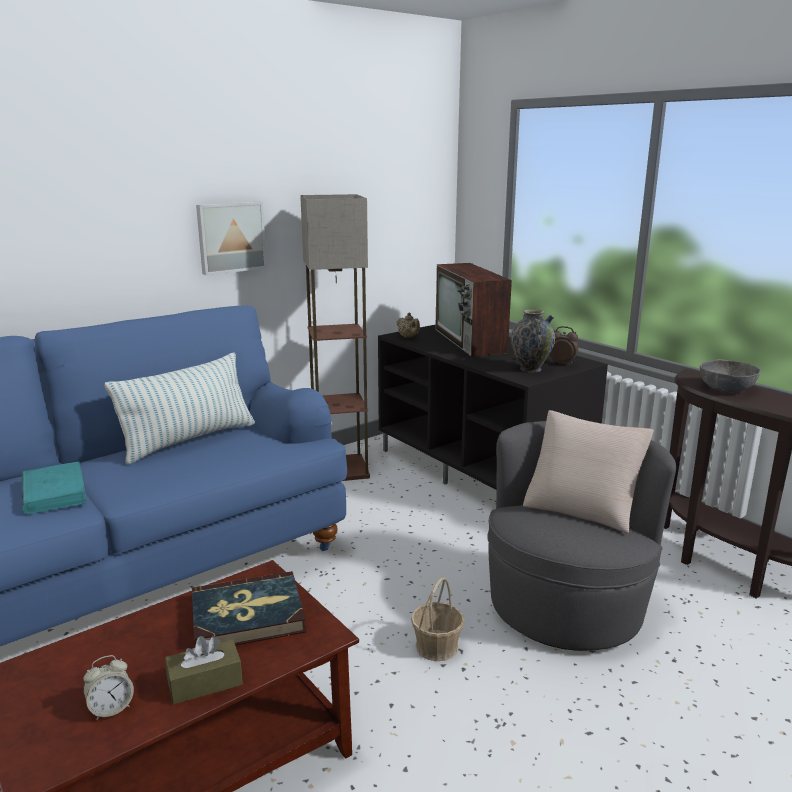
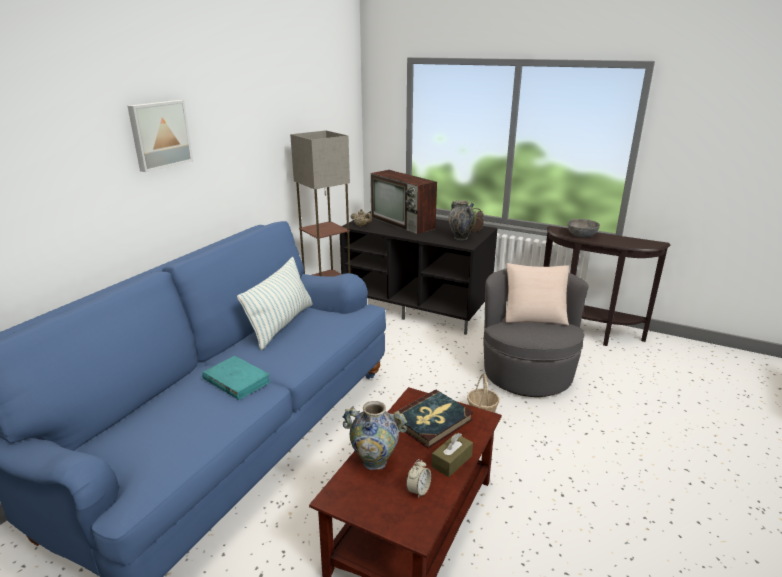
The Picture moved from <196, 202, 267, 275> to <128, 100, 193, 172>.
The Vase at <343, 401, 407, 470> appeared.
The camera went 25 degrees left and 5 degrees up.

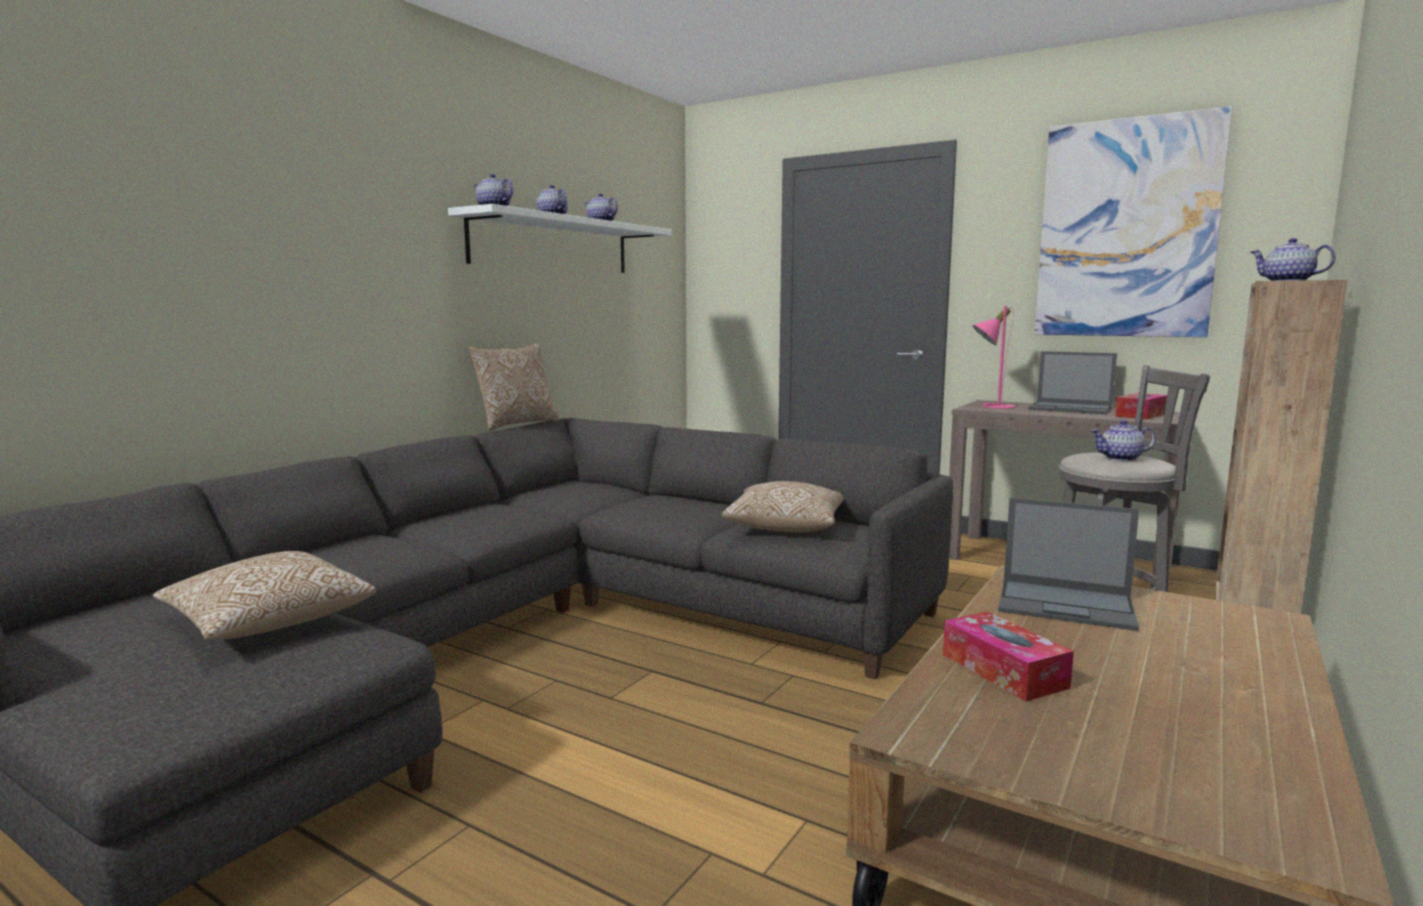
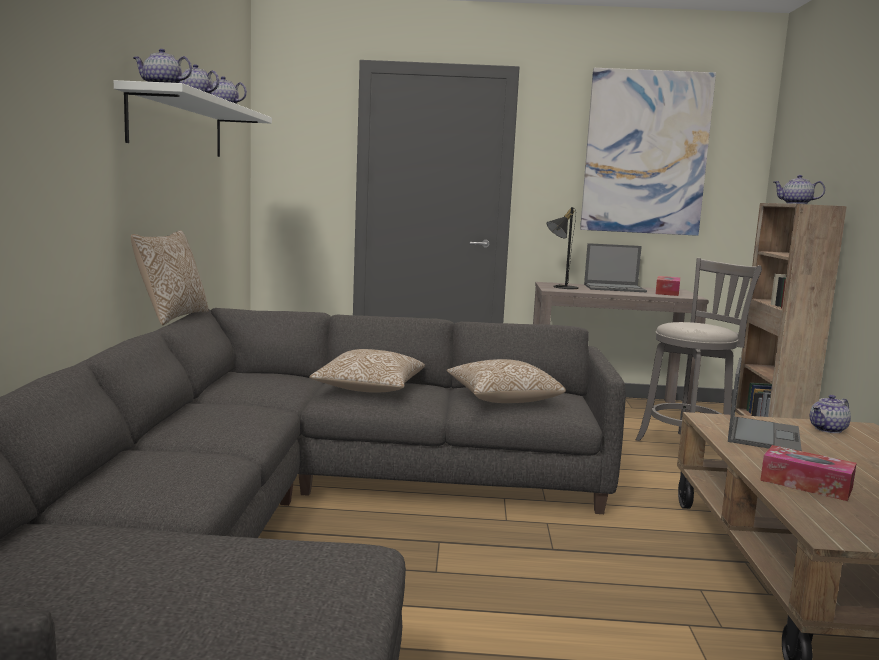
The PinkTableLamp at <973, 306, 1016, 409> became the BlackTableLamp at <547, 207, 579, 289>.
The Teapot moved from <1091, 420, 1156, 461> to <810, 395, 851, 433>.
The Laptop at <998, 498, 1139, 631> turned 60 degrees counterclockwise.
The Pillow moved from <153, 551, 376, 639> to <309, 349, 425, 393>.
The camera went 30 degrees left and 0 degrees up.

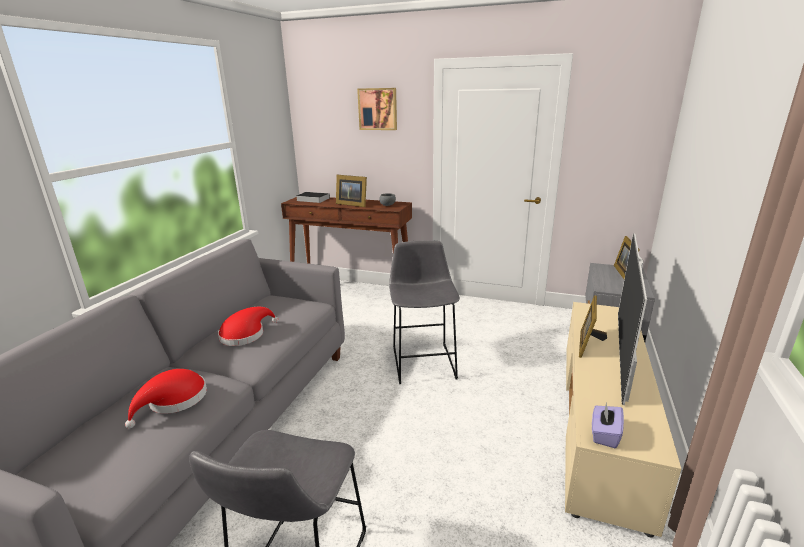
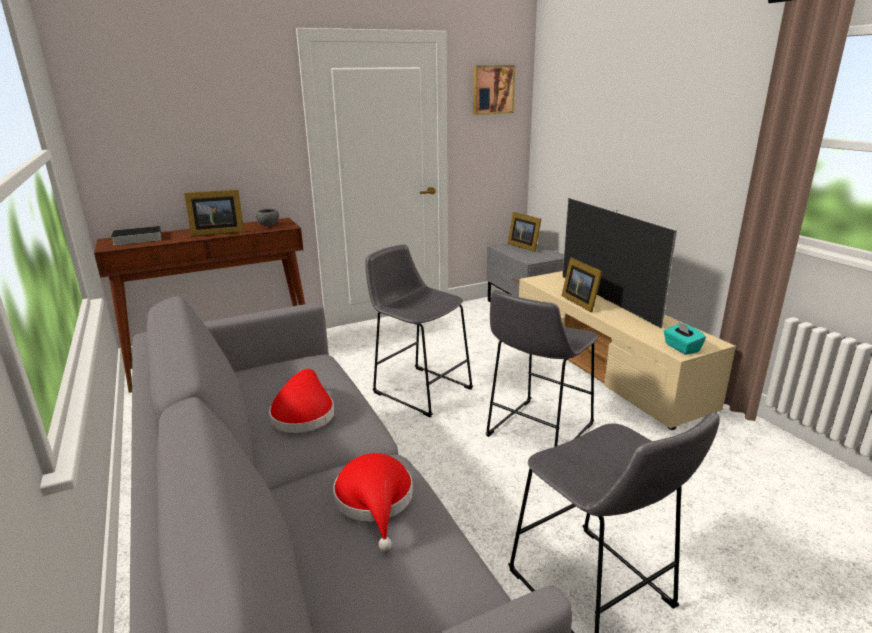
The Picture moved from <357, 88, 397, 130> to <473, 65, 515, 115>.
The PurpleTissueBox at <592, 403, 624, 448> became the TurquoiseTissueBox at <663, 321, 706, 355>.
The GreyStool at <486, 290, 599, 447> appeared.
The camera went 45 degrees left and 0 degrees up.

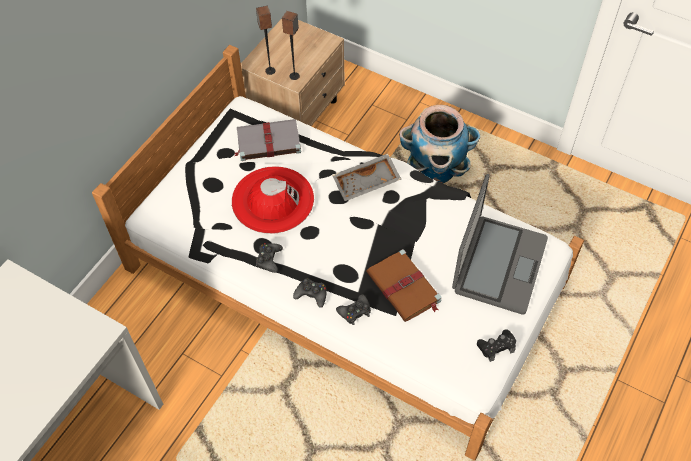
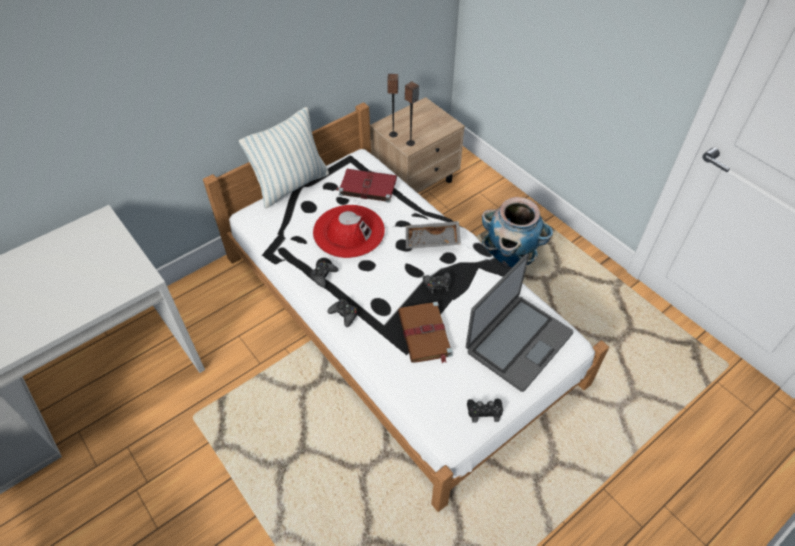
The GreyBook at <235, 119, 301, 161> became the RedBook at <337, 169, 397, 203>.
The BlackGameController moved from <336, 294, 371, 325> to <423, 273, 451, 293>.
The Pillow at <239, 107, 329, 209> appeared.
The camera went 20 degrees right and 5 degrees down.

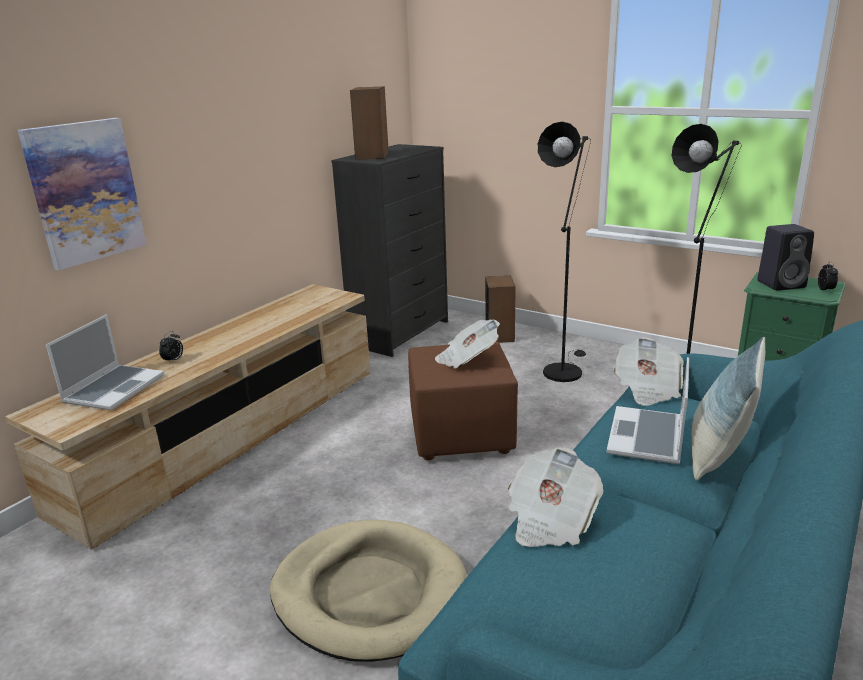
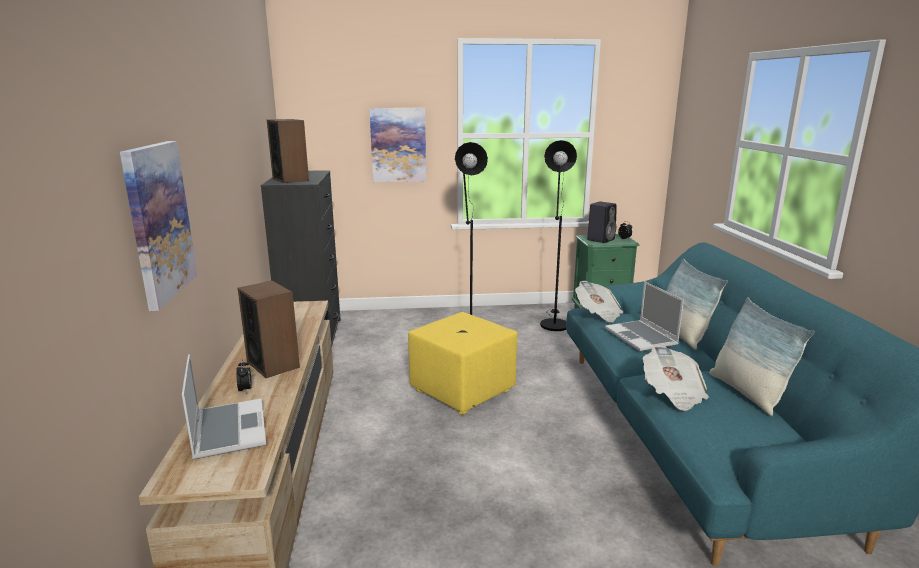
The Speaker moved from <485, 276, 516, 343> to <238, 281, 300, 378>.
The Newspaper at <435, 320, 500, 369> disappeared.
The BrownOttoman at <408, 341, 518, 460> became the YellowOttoman at <408, 312, 518, 415>.
The BeigeDogBed at <270, 520, 467, 662> disappeared.
The Picture at <369, 108, 426, 182> appeared.
The Pillow at <709, 297, 815, 416> appeared.
The camera went 40 degrees left and 5 degrees down.

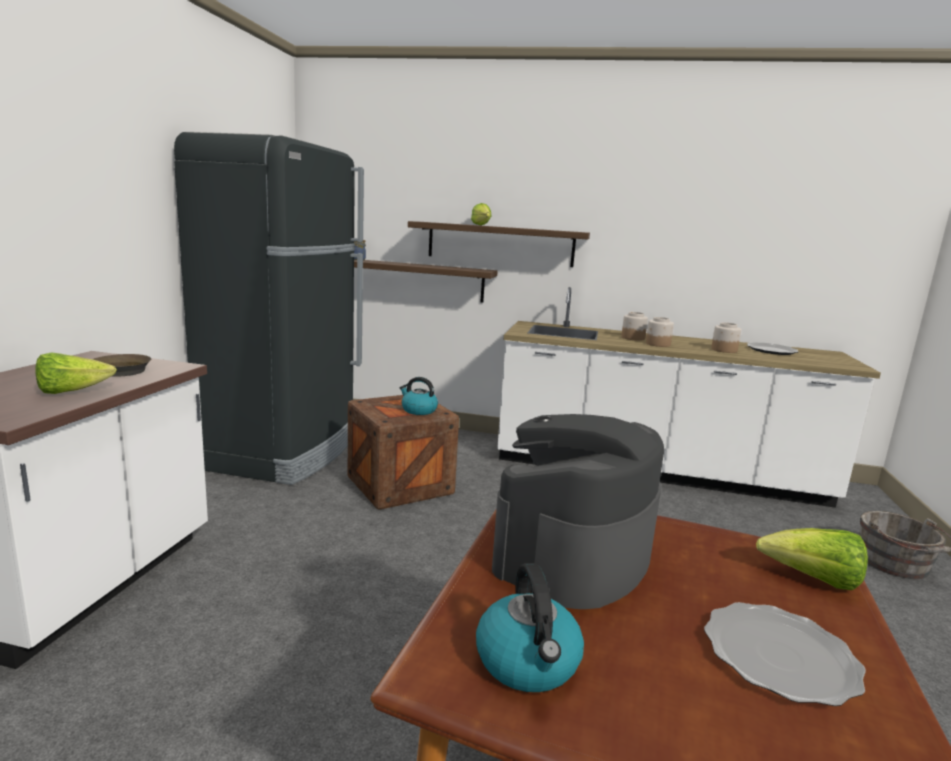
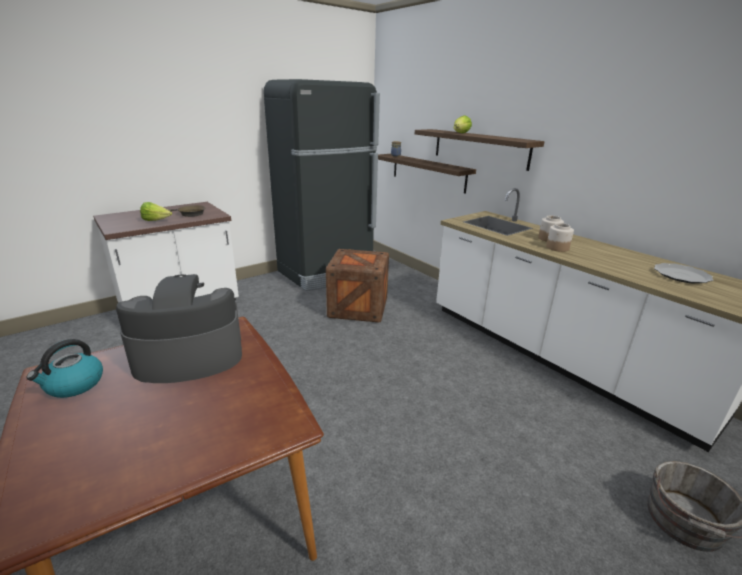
The Jar at <711, 322, 741, 353> disappeared.
The Kettle at <399, 377, 438, 415> disappeared.
The Lettuce at <756, 528, 868, 590> disappeared.
The Plate at <704, 602, 866, 706> disappeared.
The camera went 40 degrees right and 10 degrees up.

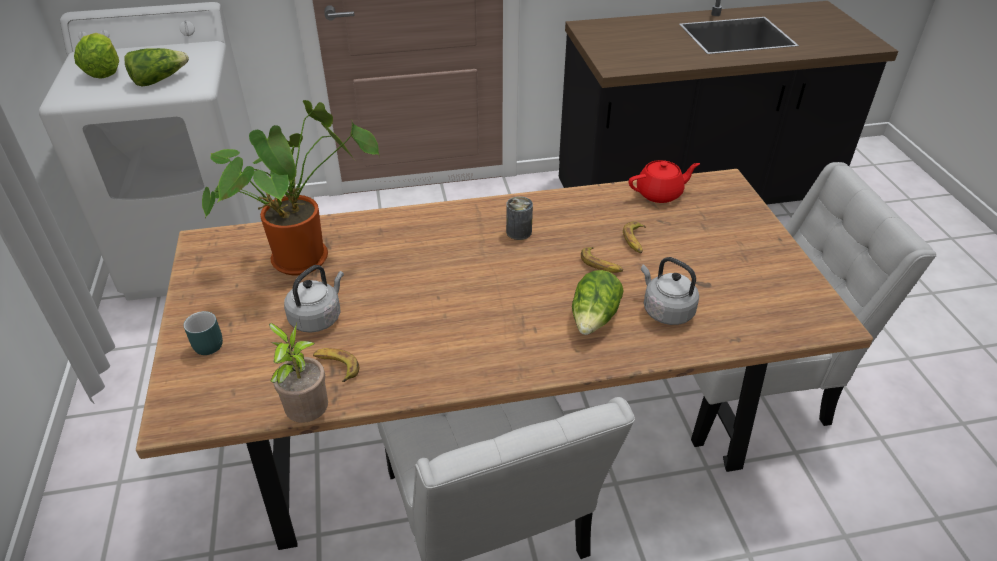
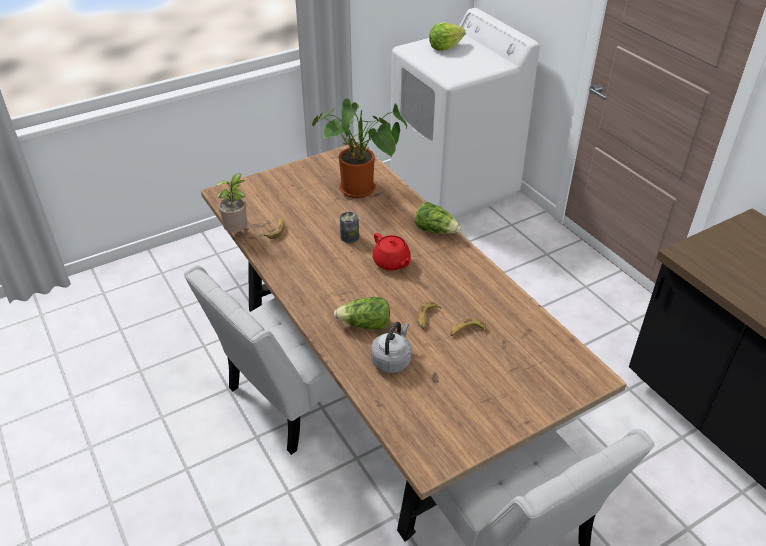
The Lettuce moved from <124, 48, 189, 87> to <415, 202, 461, 234>.
The RedTeapot moved from <629, 160, 700, 203> to <373, 233, 412, 271>.
The Can moved from <506, 196, 533, 240> to <340, 212, 359, 243>.
The GreyKettle at <284, 265, 344, 333> disappeared.
The TurquoiseMug at <184, 311, 223, 355> disappeared.
The camera went 70 degrees right and 0 degrees up.

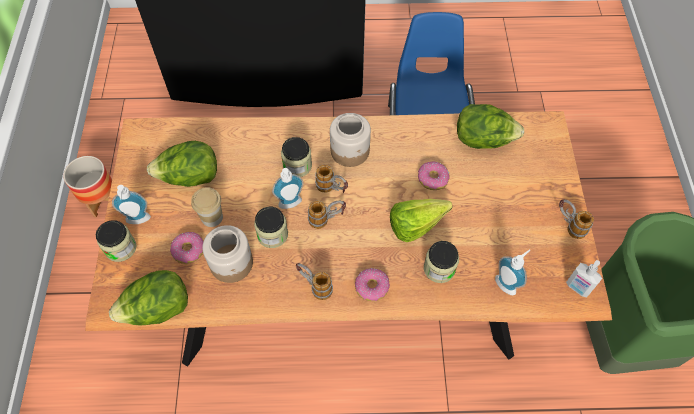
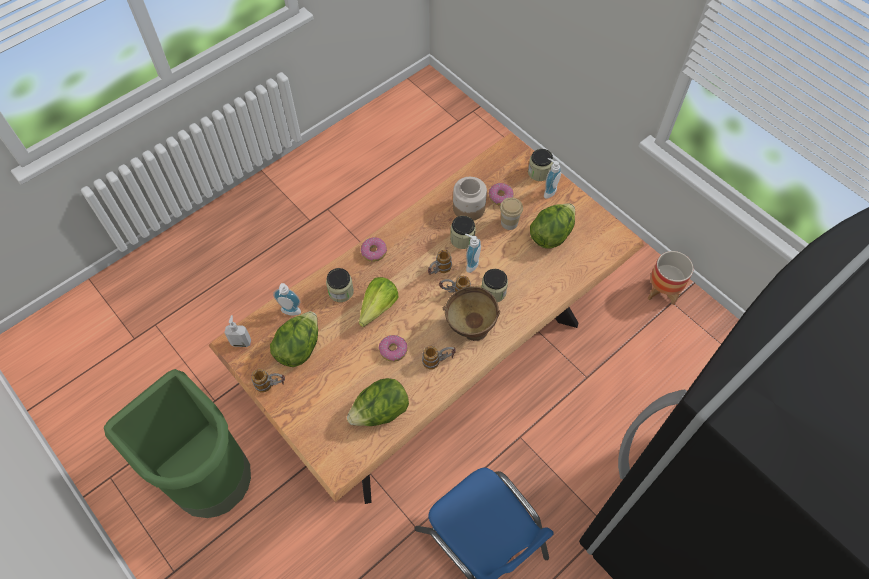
The Jar at <330, 113, 371, 167> was replaced by the BrownBowl at <443, 286, 500, 341>.
The Mug moved from <296, 263, 333, 300> to <422, 346, 456, 370>.
The Lettuce moved from <109, 270, 188, 325> to <270, 311, 318, 367>.
The camera went 140 degrees right and 0 degrees up.

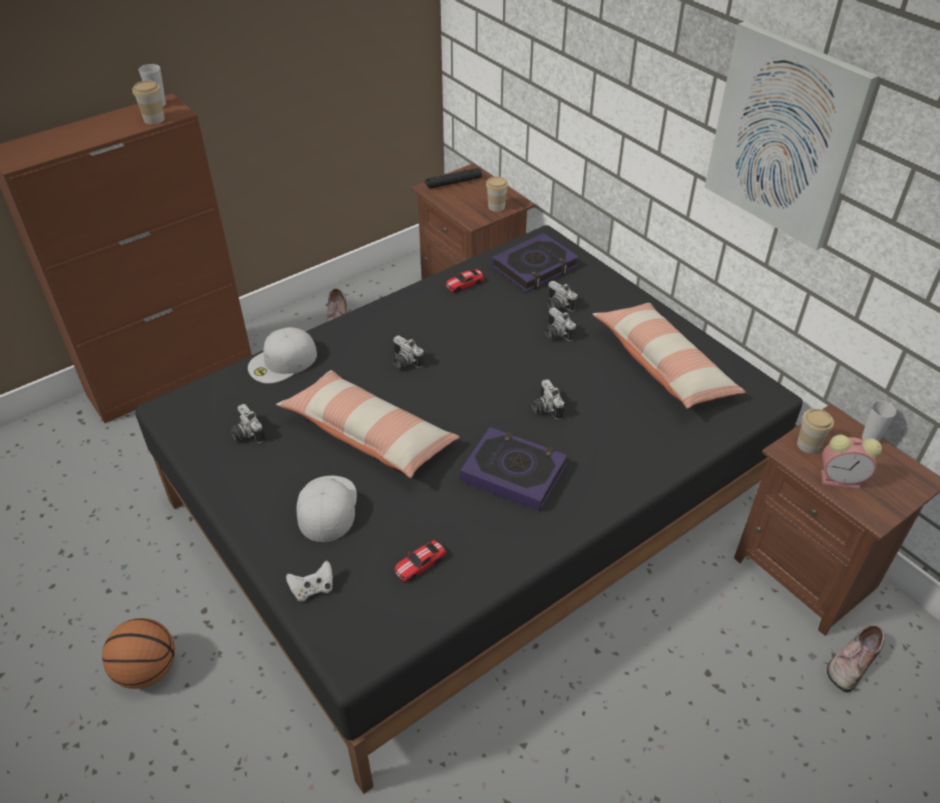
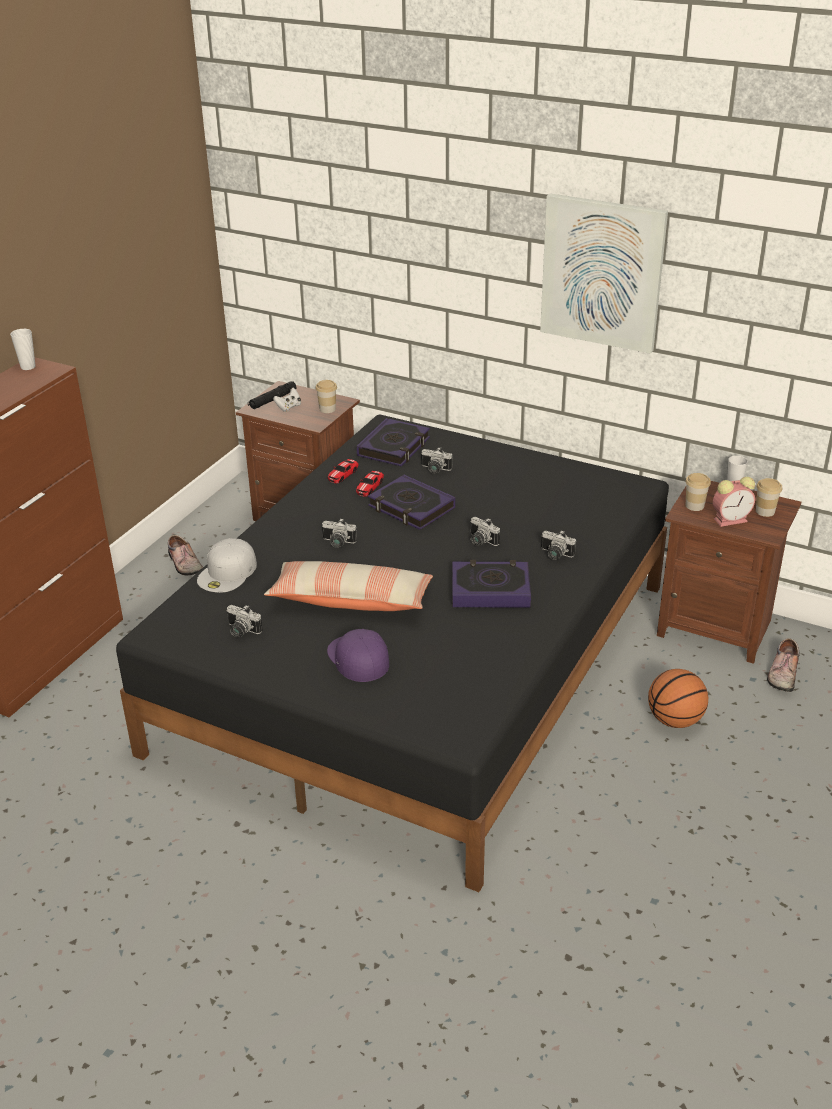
The Cup moved from <132, 81, 165, 124> to <756, 478, 782, 517>.
The Pillow at <592, 303, 746, 409> disappeared.
The PhotoCamera moved from <545, 307, 576, 341> to <541, 530, 576, 560>.
The WhiteCap at <296, 476, 357, 542> became the PurpleCap at <327, 629, 389, 682>.
The ToyCar moved from <395, 540, 446, 582> to <356, 471, 384, 496>.
The WhiteGameController moved from <286, 561, 333, 601> to <273, 388, 301, 412>.
The Basketball moved from <102, 618, 175, 689> to <648, 669, 708, 728>.
The Book at <368, 475, 455, 530> appeared.
The camera went 25 degrees left and 10 degrees down.

